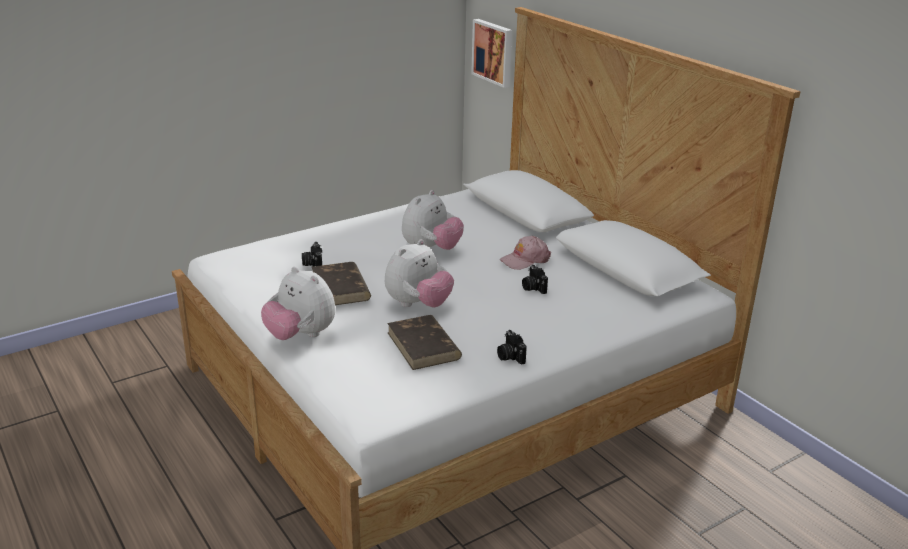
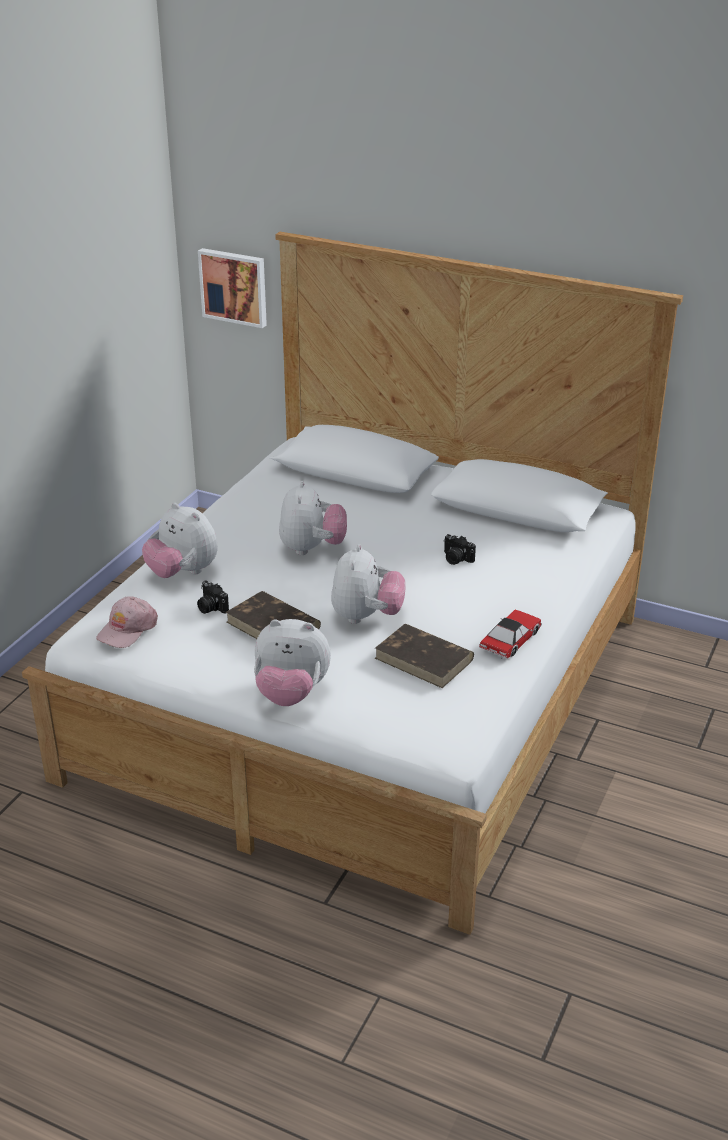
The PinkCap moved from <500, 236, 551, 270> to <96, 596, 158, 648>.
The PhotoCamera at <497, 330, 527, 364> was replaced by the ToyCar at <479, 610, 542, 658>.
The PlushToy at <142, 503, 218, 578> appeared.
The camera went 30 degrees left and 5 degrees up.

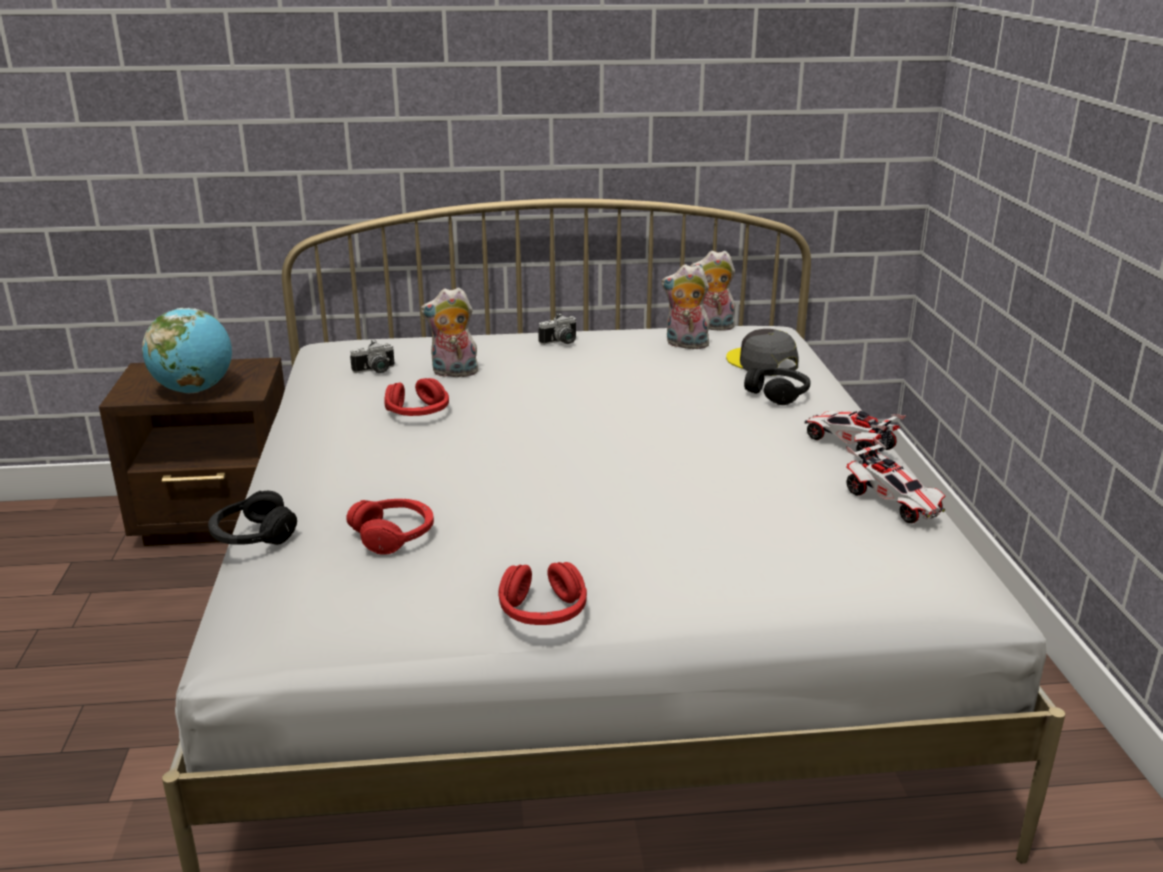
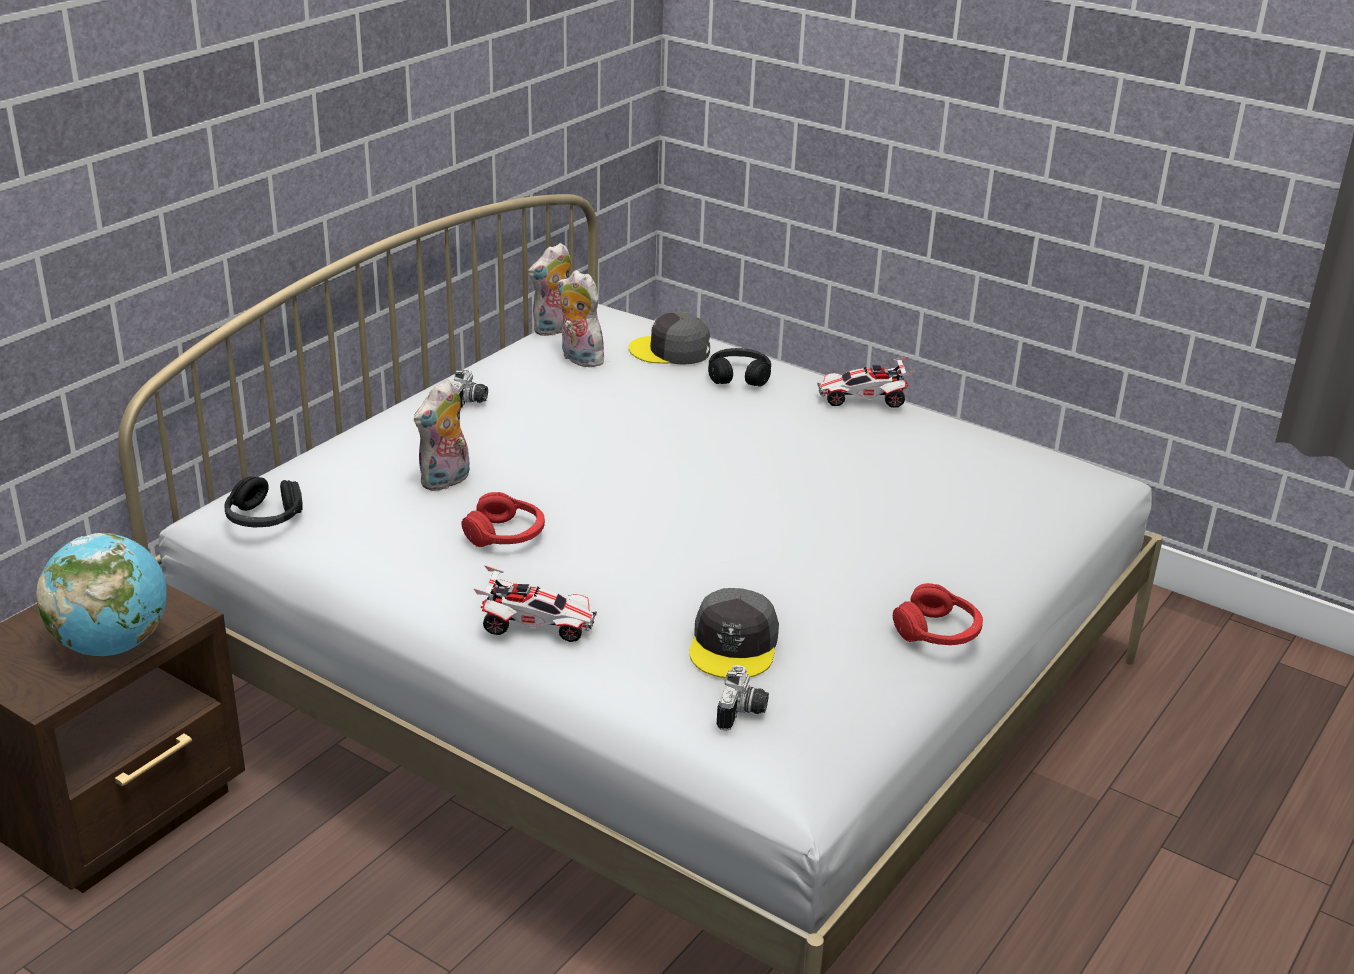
The PlushToy at <661, 264, 710, 351> turned 75 degrees clockwise.
The PhotoCamera moved from <350, 340, 395, 373> to <717, 665, 769, 731>.
The ToyCar moved from <846, 437, 945, 523> to <474, 565, 597, 642>.
The BlackHeadphones moved from <208, 491, 297, 545> to <224, 476, 303, 527>.
The RedHeadphones at <346, 499, 434, 555> was replaced by the GreyCap at <689, 588, 779, 678>.
The camera went 50 degrees left and 5 degrees up.

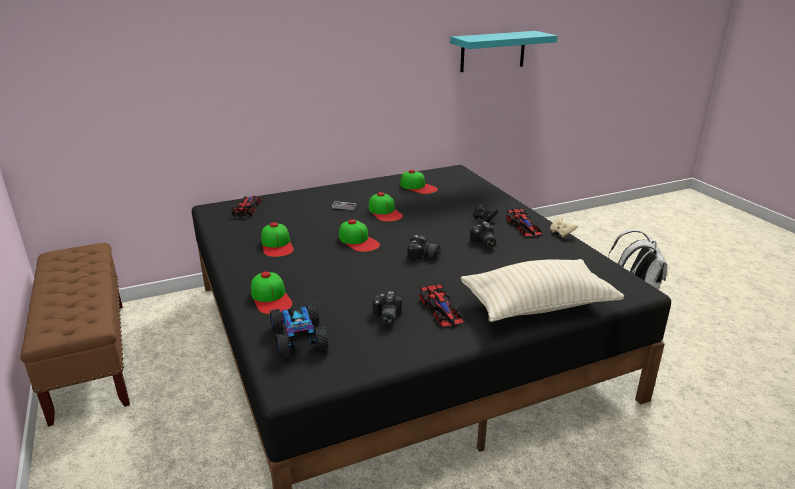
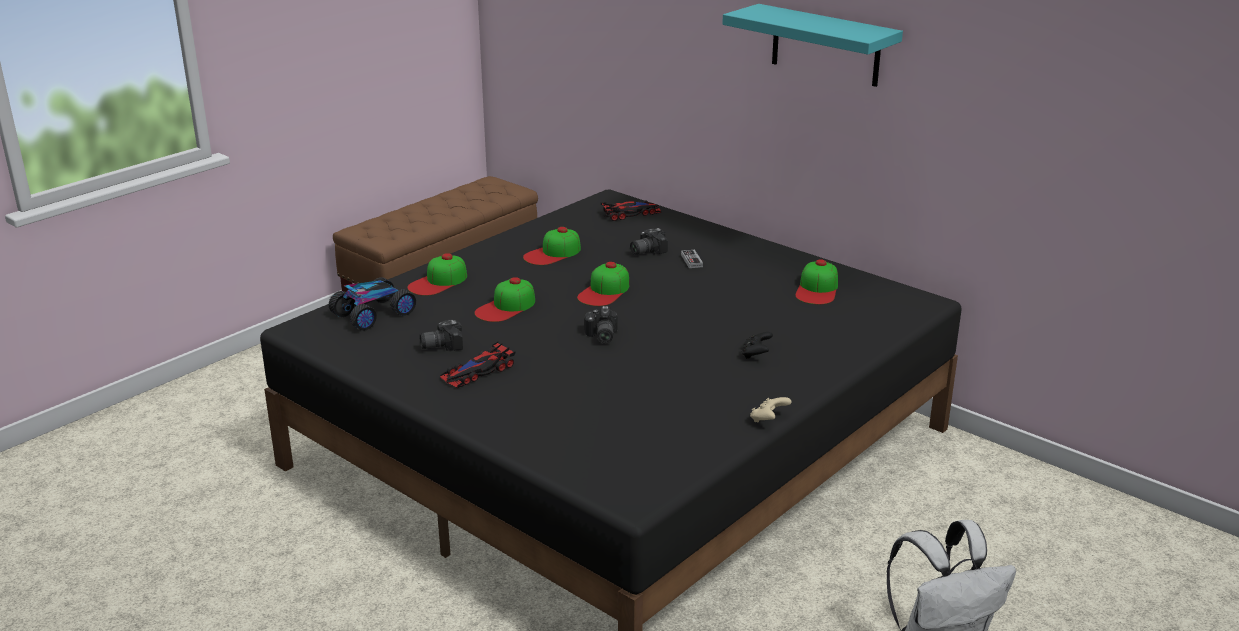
The TurquoiseShelf moved from <450, 31, 557, 72> to <722, 4, 903, 87>.
The Cap moved from <369, 192, 403, 222> to <475, 277, 535, 322>.
The ToyCar at <506, 209, 542, 236> disappeared.
The PhotoCamera moved from <470, 222, 496, 248> to <630, 228, 668, 255>.
The BeigePillow at <461, 259, 624, 322> disappeared.
The camera went 65 degrees right and 0 degrees up.

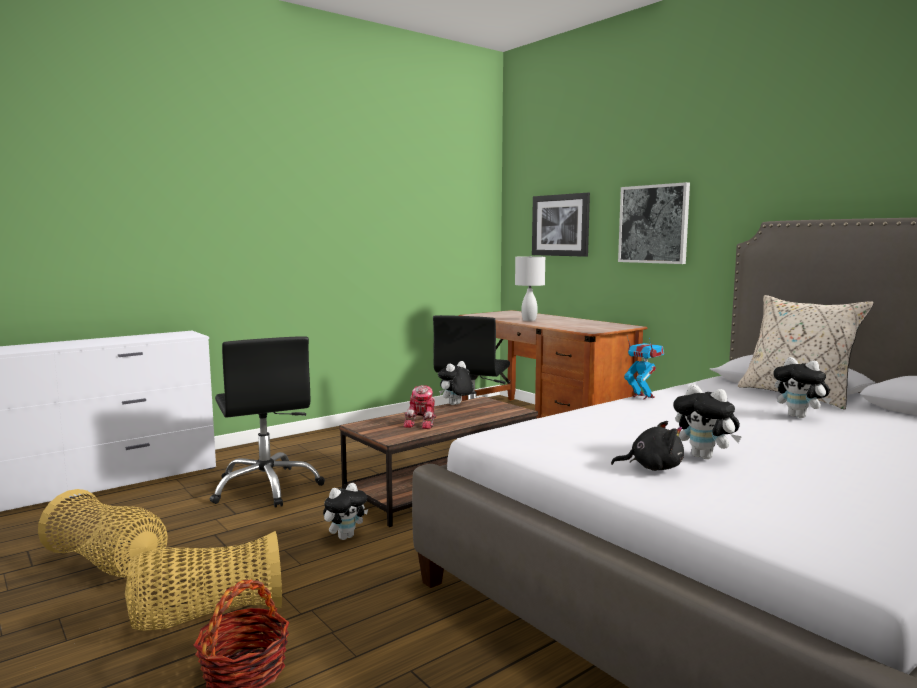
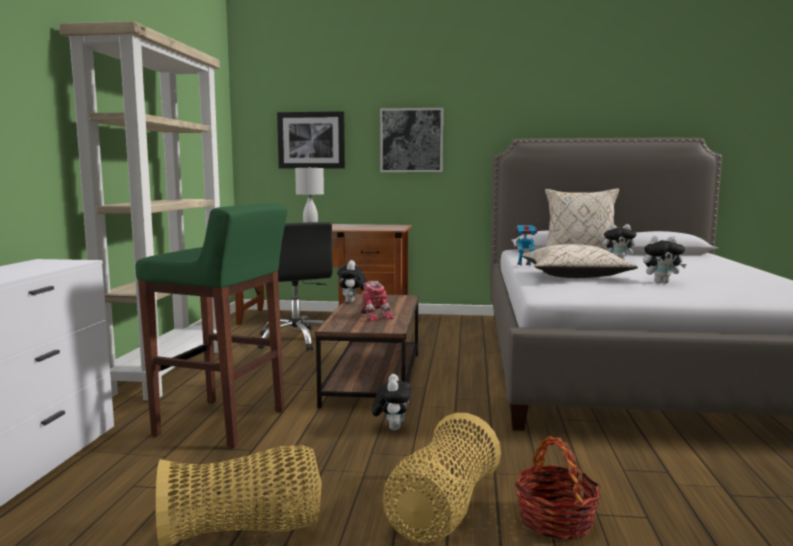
The BlackOfficeChair at <210, 336, 325, 508> was replaced by the GreenStool at <136, 203, 288, 448>.
The BlackPlushToy at <611, 421, 684, 471> disappeared.
The BeigeBookcase at <59, 21, 220, 401> appeared.
The BeigePillow at <522, 244, 638, 278> appeared.
The camera went 45 degrees left and 0 degrees up.

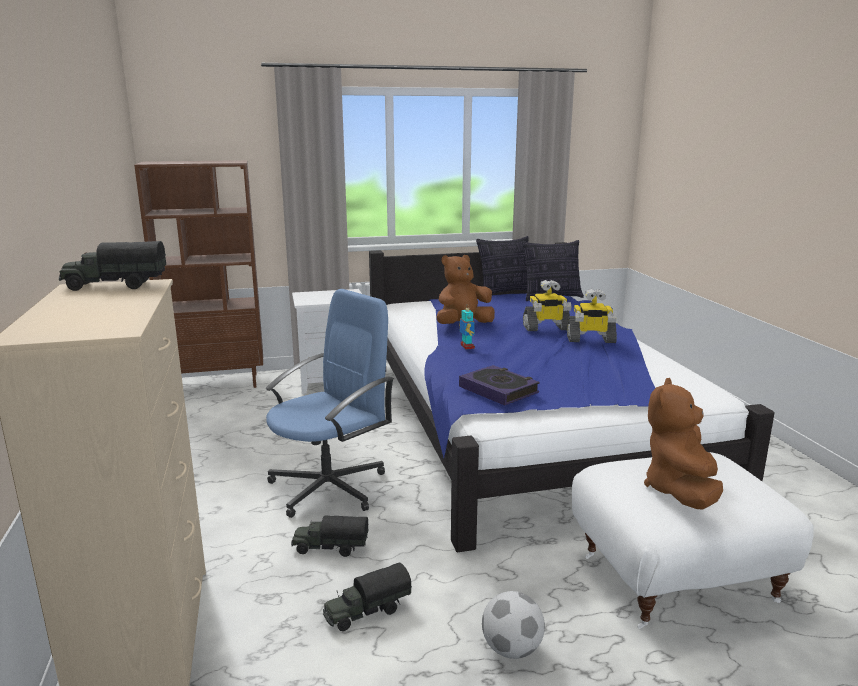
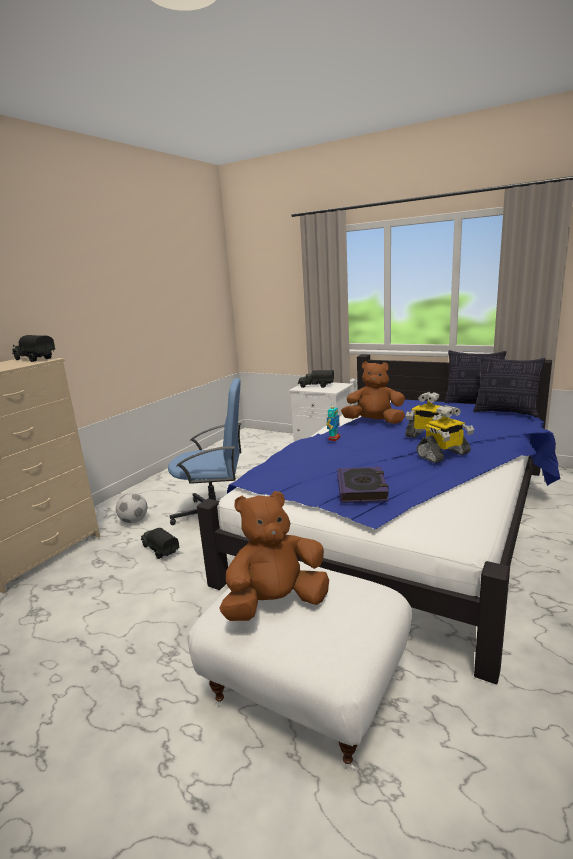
The BrownBookcase at <134, 160, 263, 388> disappeared.
The ToyRobot at <567, 289, 617, 343> turned 75 degrees counterclockwise.
The Book moved from <459, 365, 540, 406> to <337, 467, 389, 503>.
The ToyTruck moved from <323, 563, 411, 631> to <298, 370, 334, 388>.
The Football moved from <482, 591, 545, 659> to <116, 493, 147, 523>.
The camera went 45 degrees right and 0 degrees up.

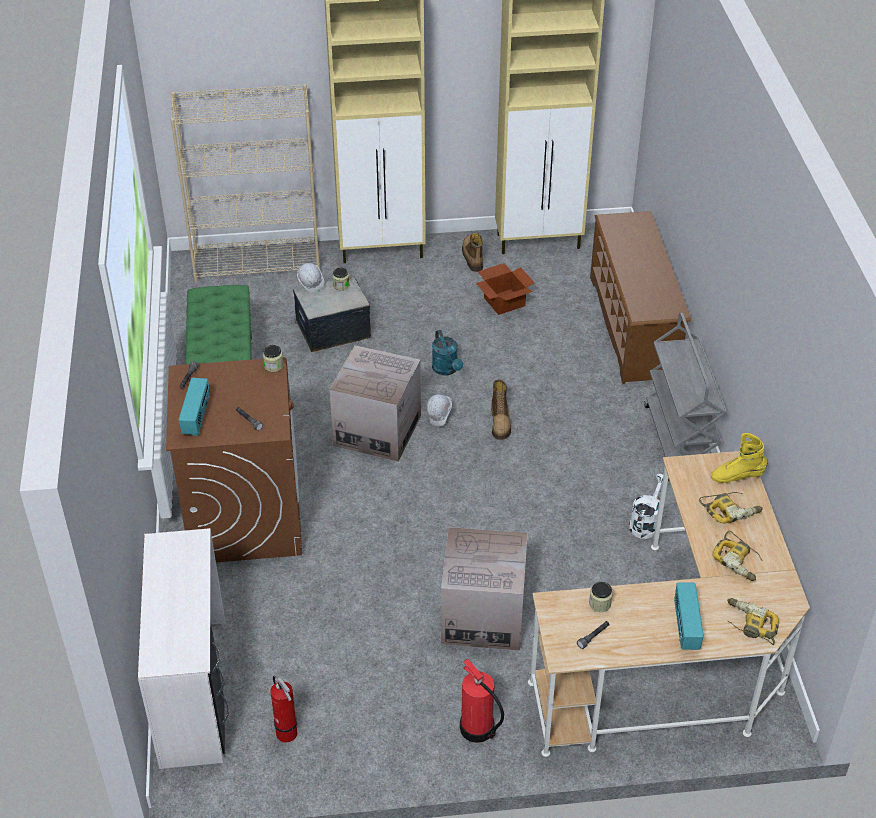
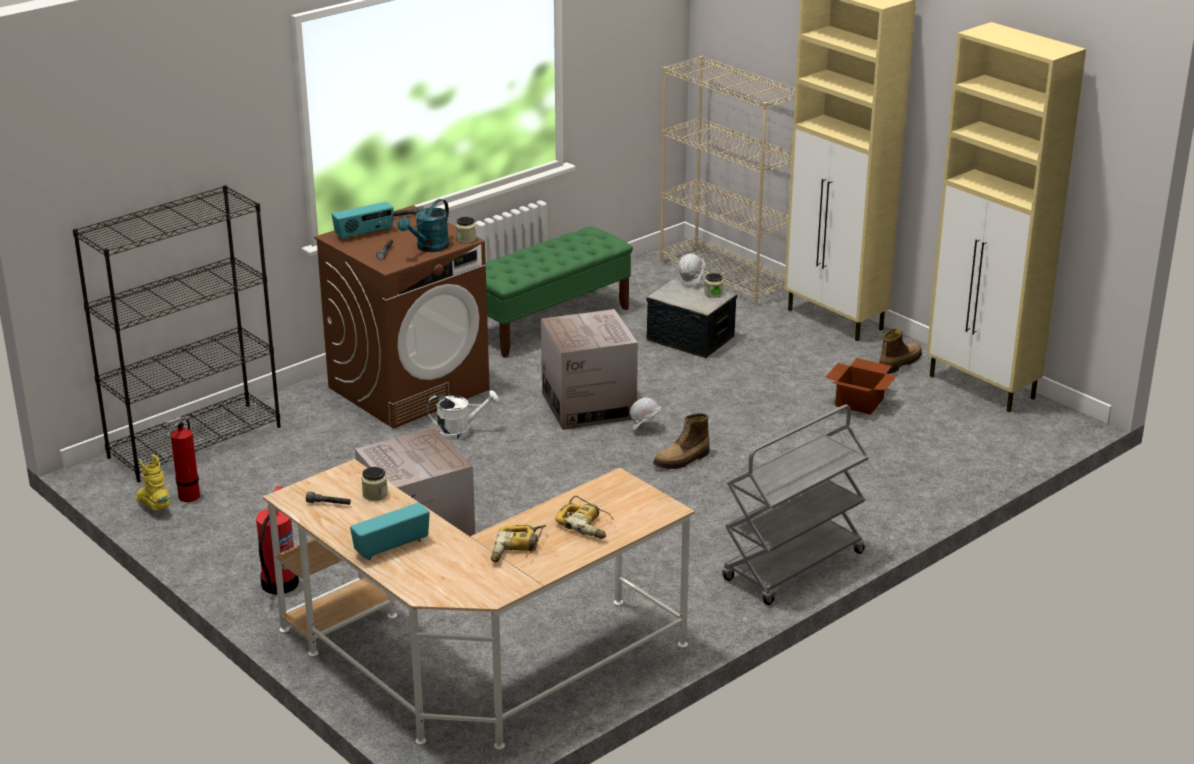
The BrownShoeRack at <590, 211, 691, 384> disappeared.
The TurquoiseWateringCan moved from <432, 330, 463, 375> to <398, 199, 449, 252>.
The YellowBoot moved from <711, 433, 768, 483> to <136, 455, 170, 510>.
The WhiteWateringCan moved from <629, 474, 663, 539> to <427, 390, 499, 440>.
The WhiteDesk at <138, 528, 229, 769> was replaced by the BlackBookcase at <73, 185, 281, 482>.
The PowerDrill at <727, 598, 779, 645> disappeared.
The camera went 55 degrees right and 15 degrees down.

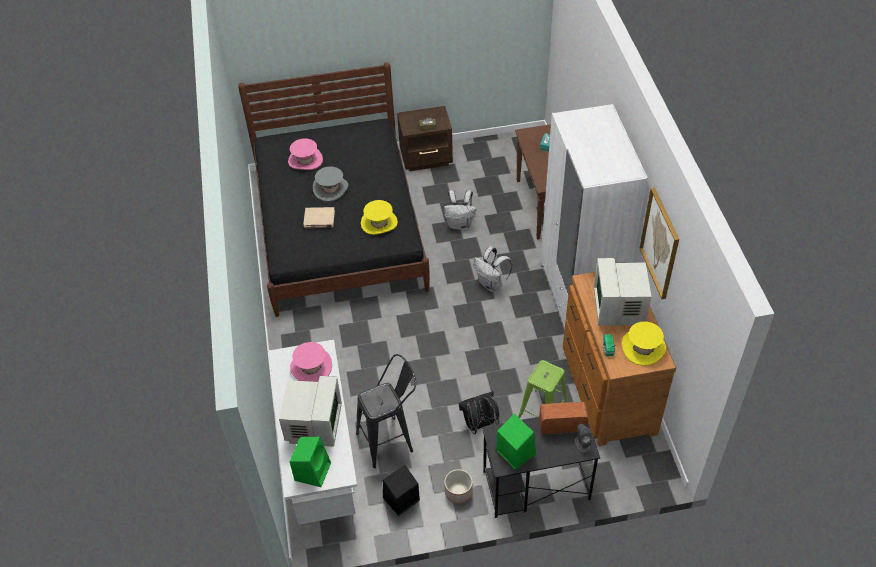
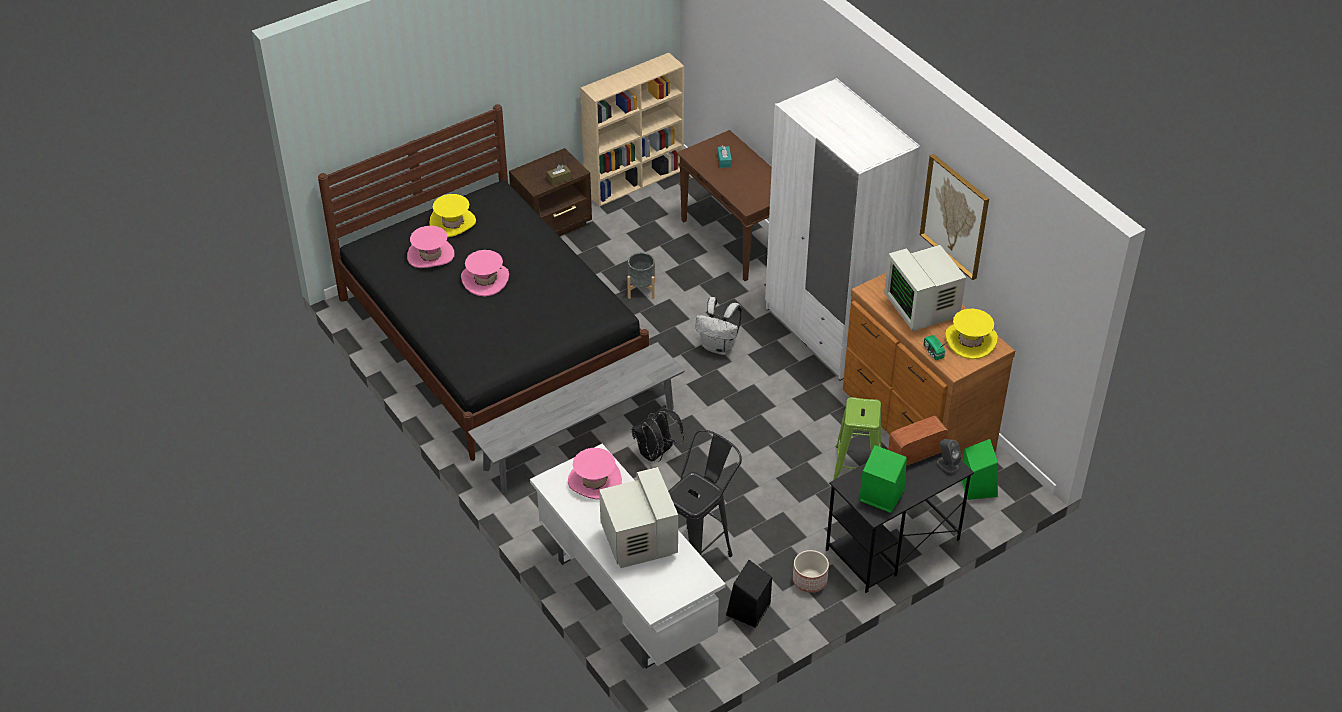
The GreyHat at <313, 166, 348, 202> became the PinkHat at <461, 250, 509, 296>.
The WhiteBackpack at <444, 190, 476, 230> was replaced by the GreyPlanter at <627, 253, 655, 299>.
The YellowHat moved from <361, 200, 398, 235> to <429, 194, 476, 237>.
The BeigeBook at <303, 207, 335, 228> disappeared.
The BlackBackpack moved from <458, 391, 500, 434> to <631, 405, 684, 462>.
The GreenSpeaker moved from <290, 437, 331, 487> to <961, 439, 998, 500>.
The BeigeBookcase at <580, 53, 684, 207> appeared.
The GreyBench at <468, 342, 685, 493> appeared.
The camera went 25 degrees left and 5 degrees down.

